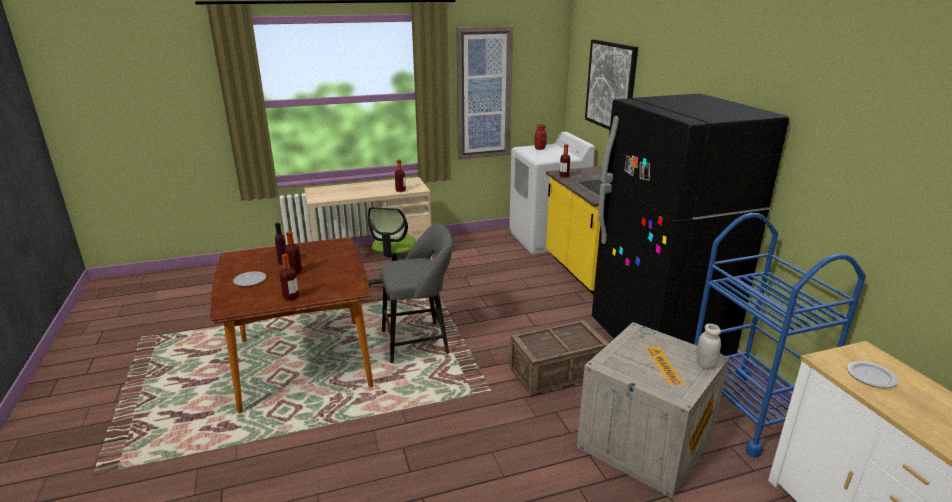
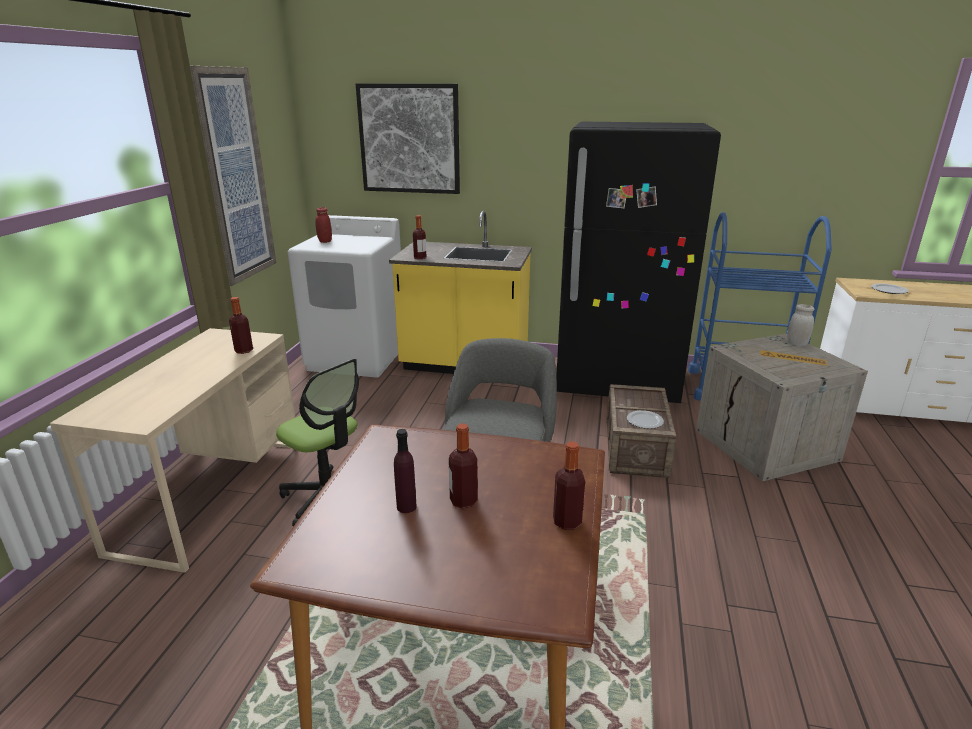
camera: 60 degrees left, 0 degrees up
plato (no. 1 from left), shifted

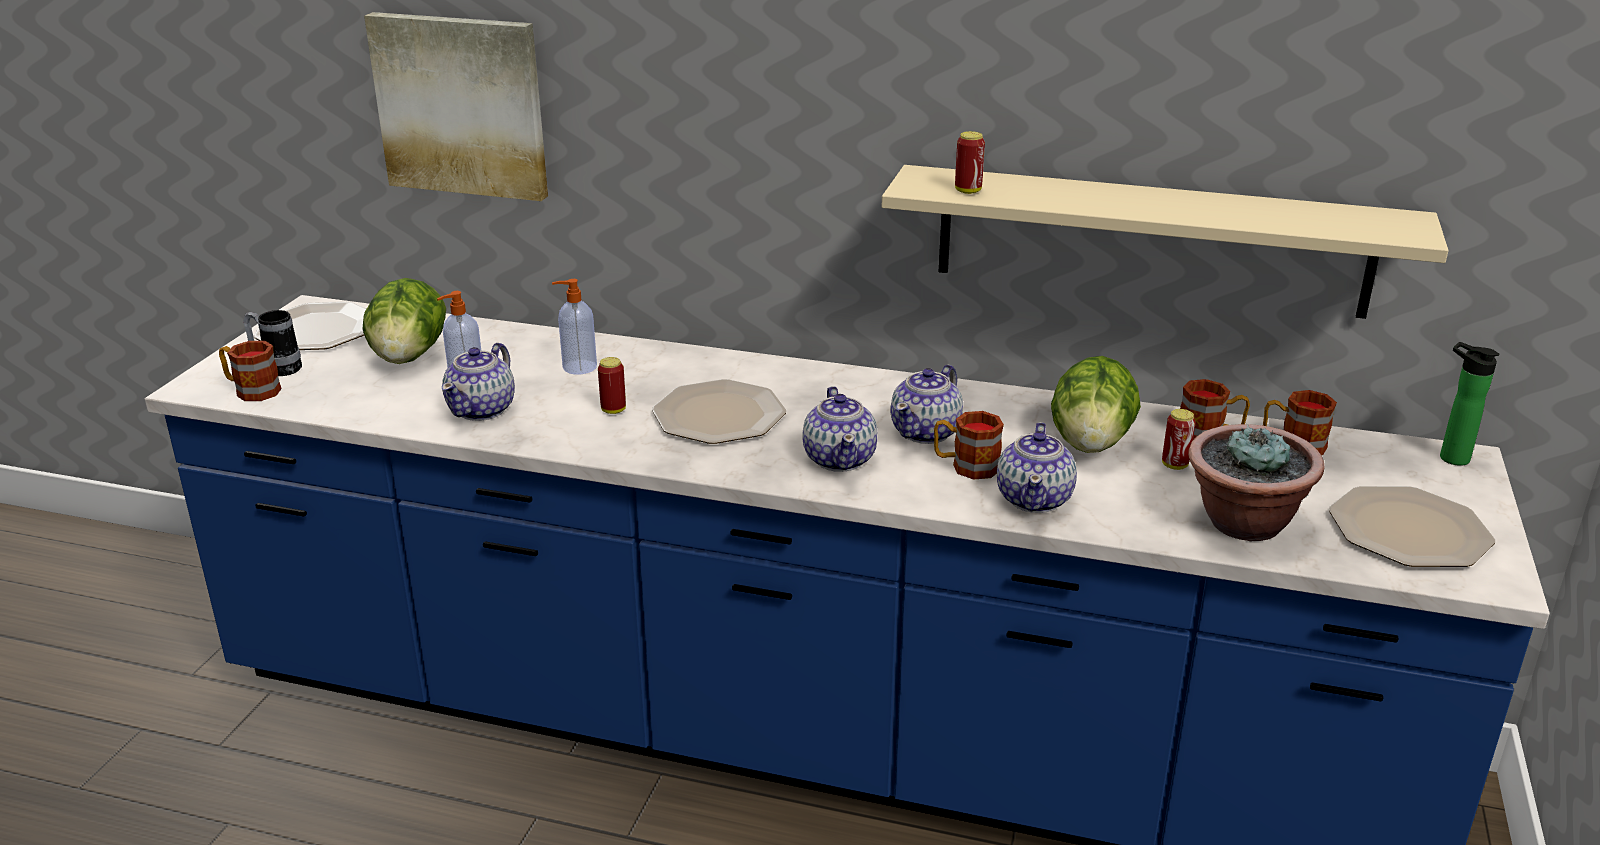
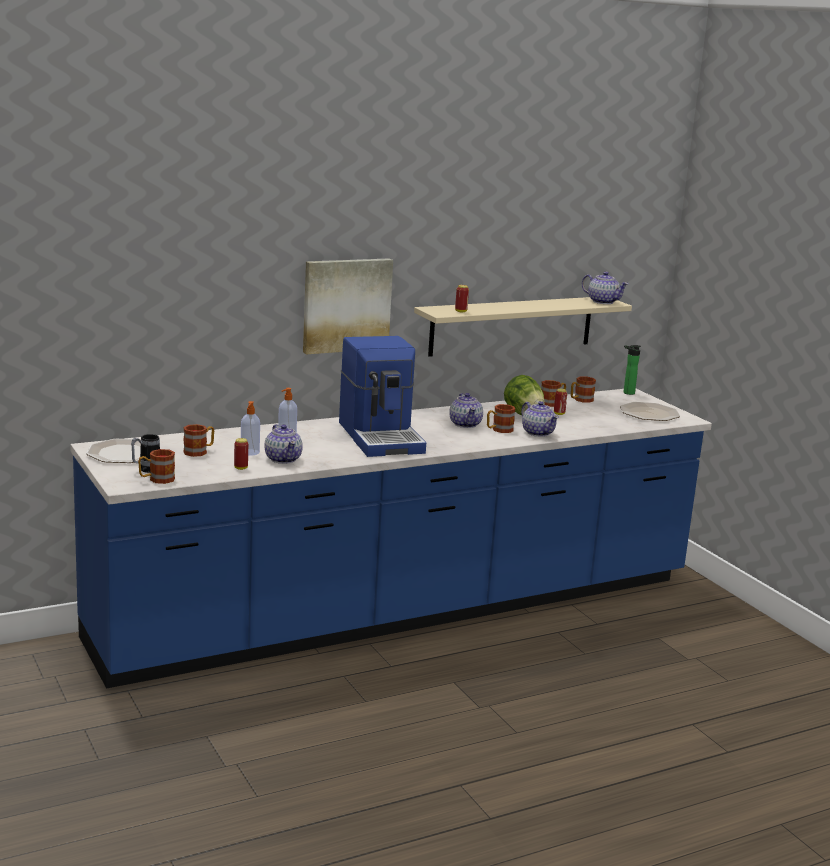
camera: 45 degrees left, 10 degrees down
lechuga (no. 1 from left) → taza grande (no. 3 from left)
lata (no. 1 from left), shifted
cuadro, shifted
plato (no. 2 from left) → cafetera
tetera (no. 2 from left in the first image) → tetera (no. 4 from left), shifted
planta en maceta → -

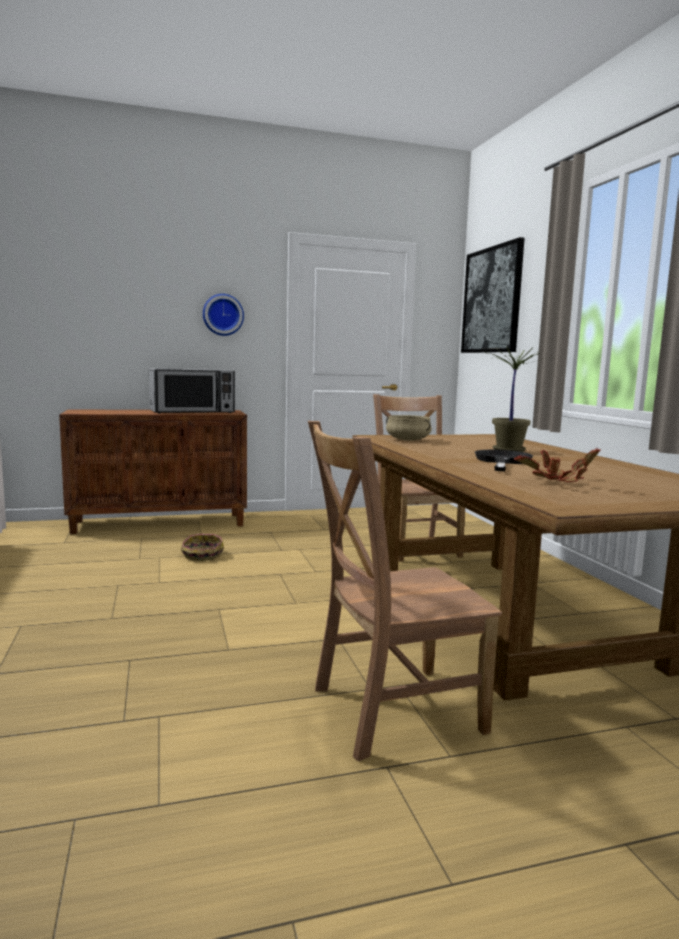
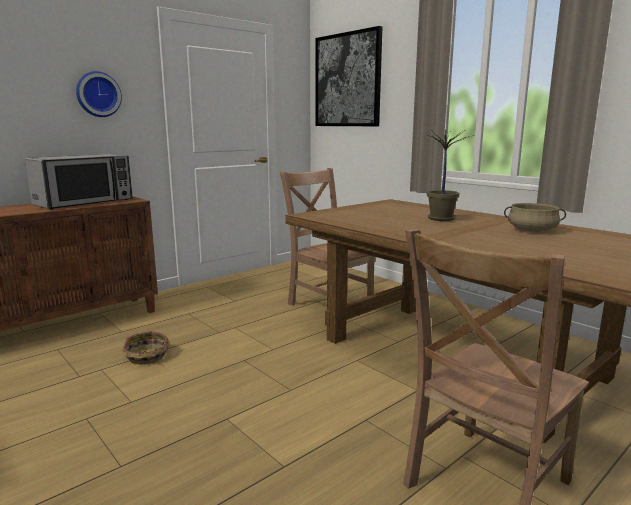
camera: 25 degrees left, 5 degrees up
olla/beis, shifted
sartén/negro → -
planta en maceta (no. 2 from left) → -

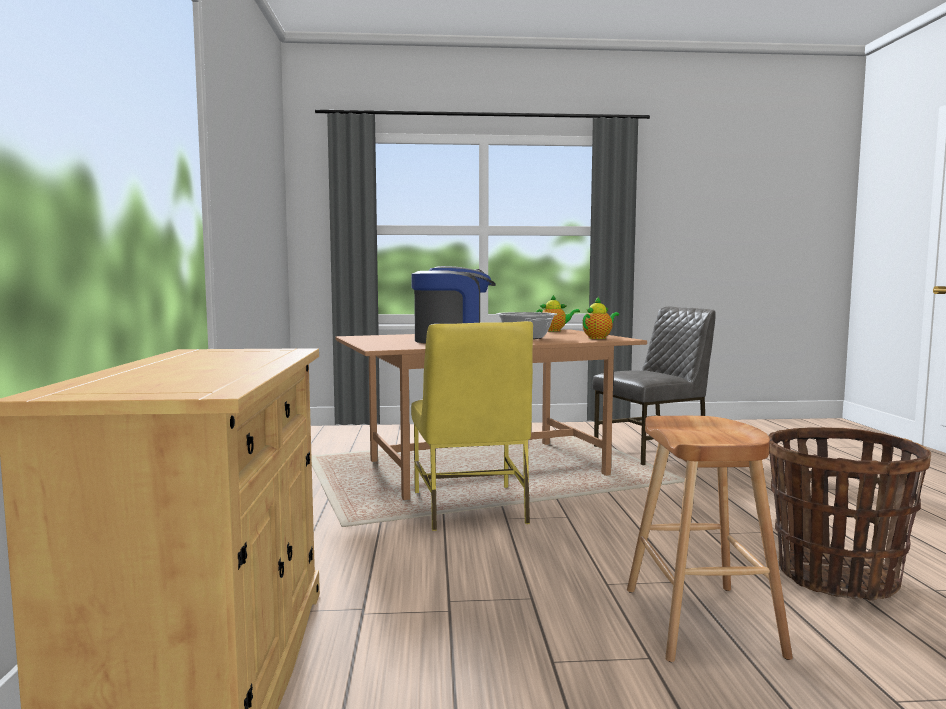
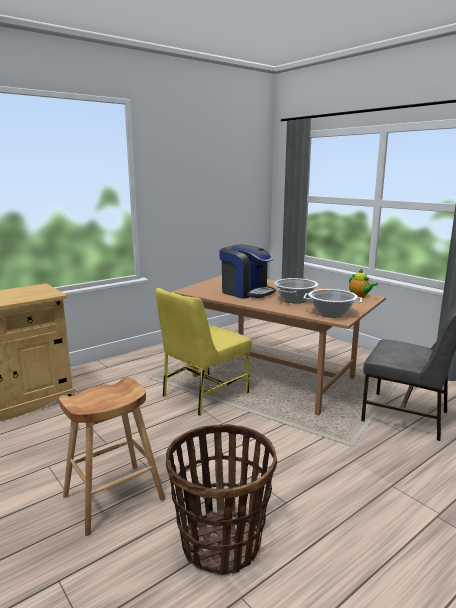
camera: 55 degrees right, 10 degrees up
tetera (no. 2 from left) → olla (no. 2 from left)

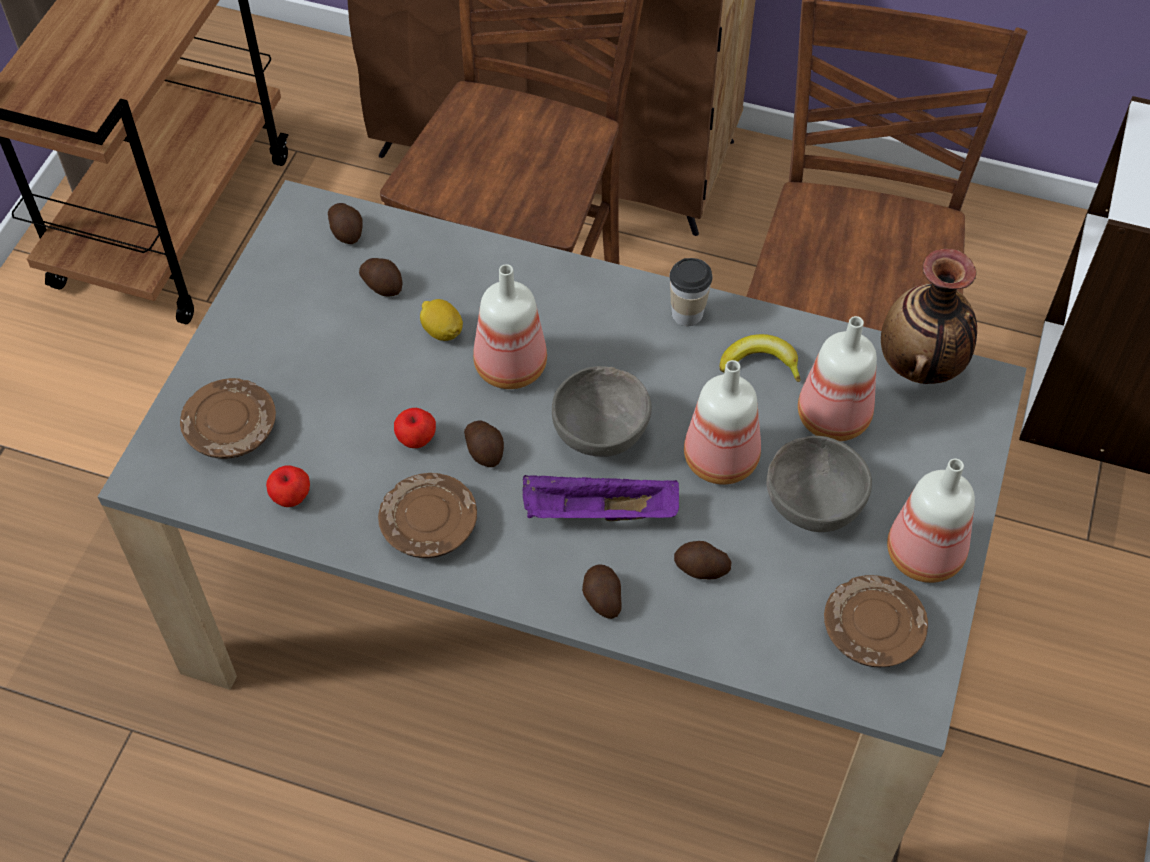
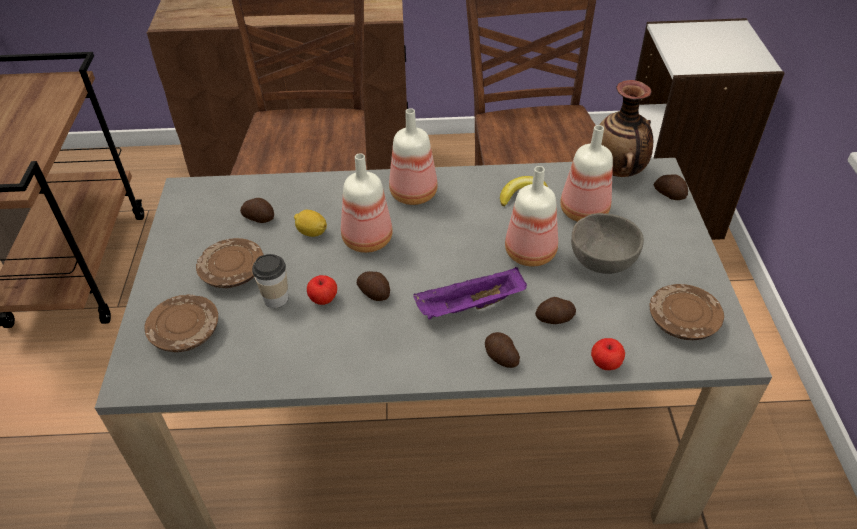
camera: 20 degrees left, 10 degrees down
plato/marrón (no. 2 from left), shifted
taza, shifted
botella (no. 4 from left in the first image) → botella (no. 2 from left), shifted
manzana (no. 1 from left in the first image) → manzana (no. 2 from left), shifted
patata (no. 1 from left in the first image) → patata (no. 5 from left), shifted
cuenco/gris (no. 1 from left) → -

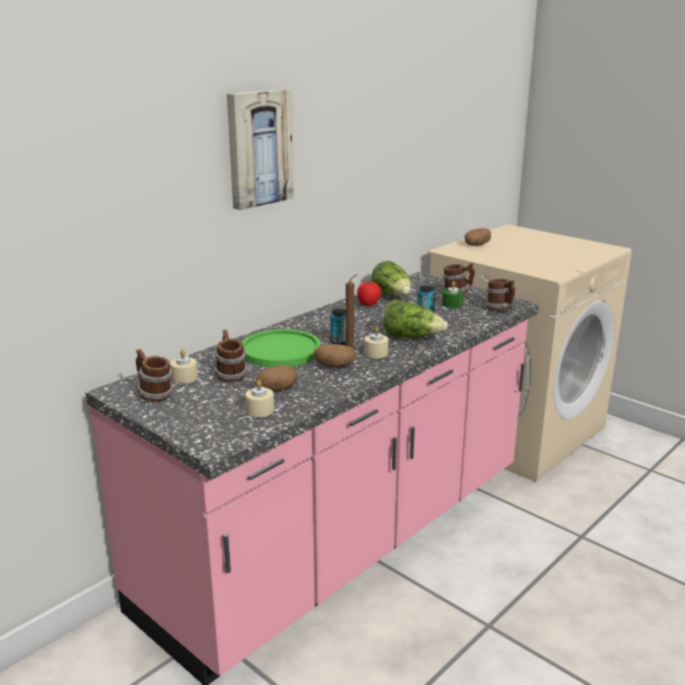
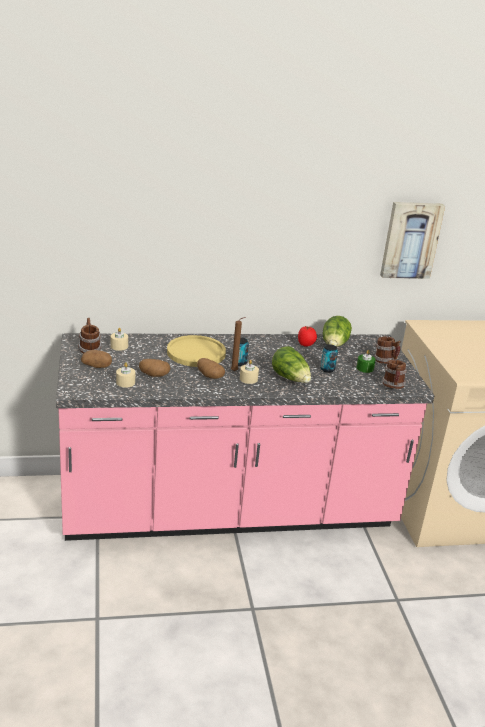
camera: 35 degrees right, 5 degrees up
patata (no. 3 from left in the first image) → patata (no. 1 from left), shifted
plato/verde → plato/amarillo
cuadro, shifted
taza grande (no. 2 from left) → -

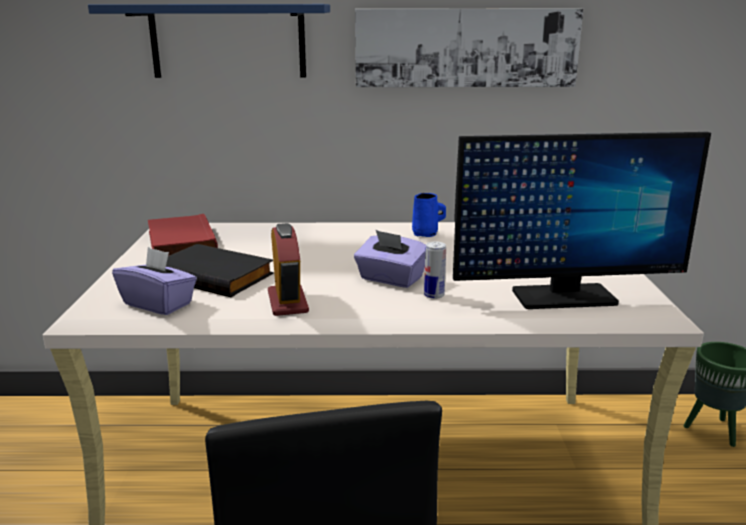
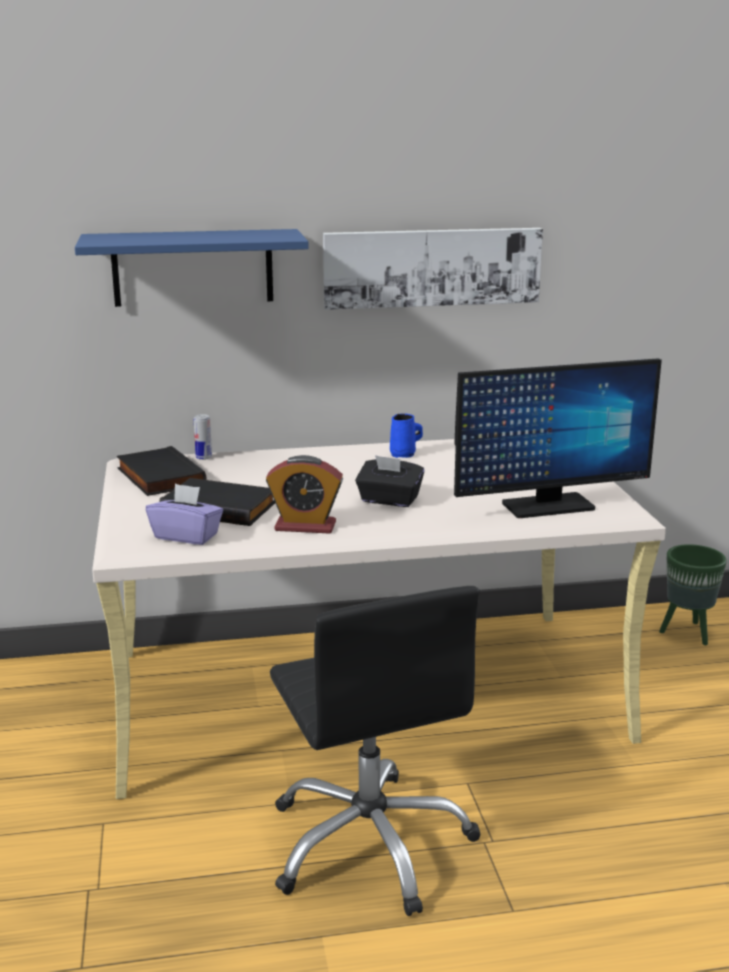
camera: 10 degrees left, 0 degrees up
libro/rojo → libro/negro (no. 1 from left)
lata, shifted
despertador, 120 degrees clockwise
caja de pañuelos/morado (no. 2 from left) → caja de pañuelos/negro

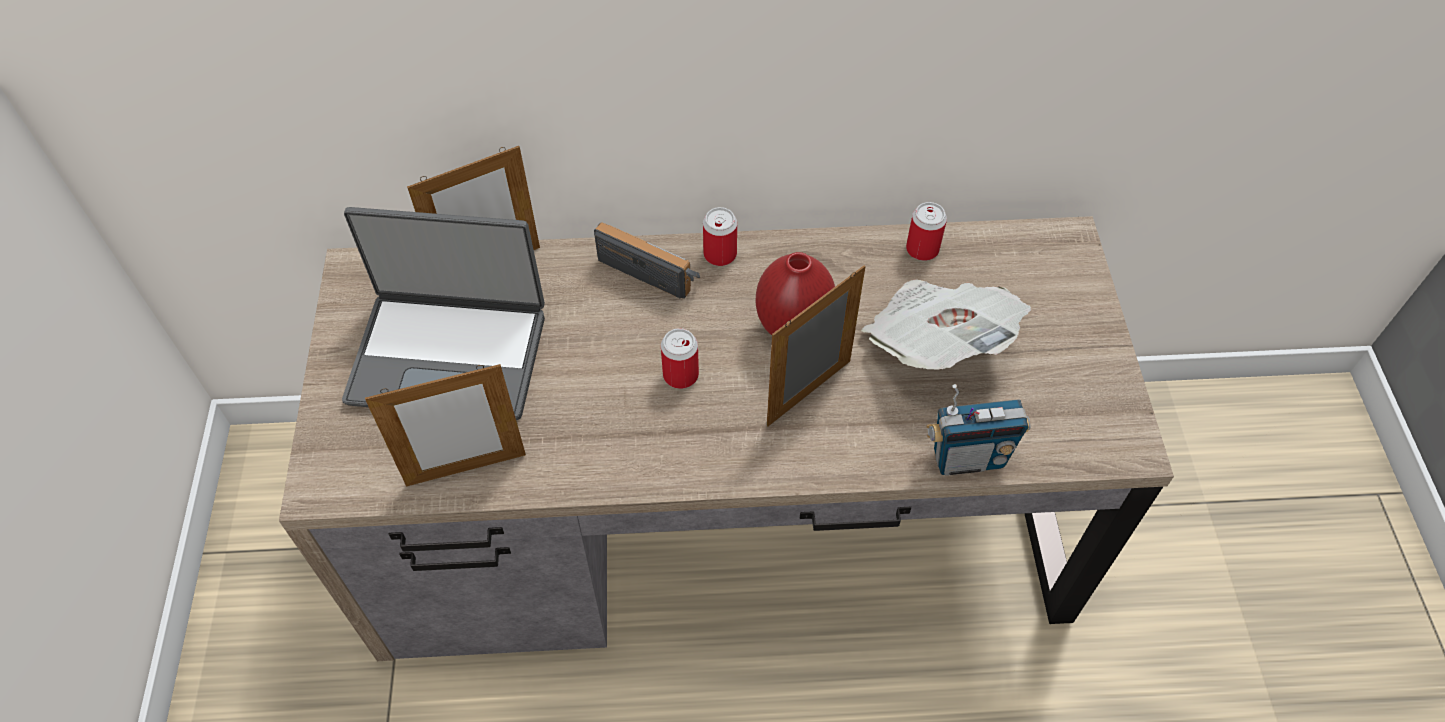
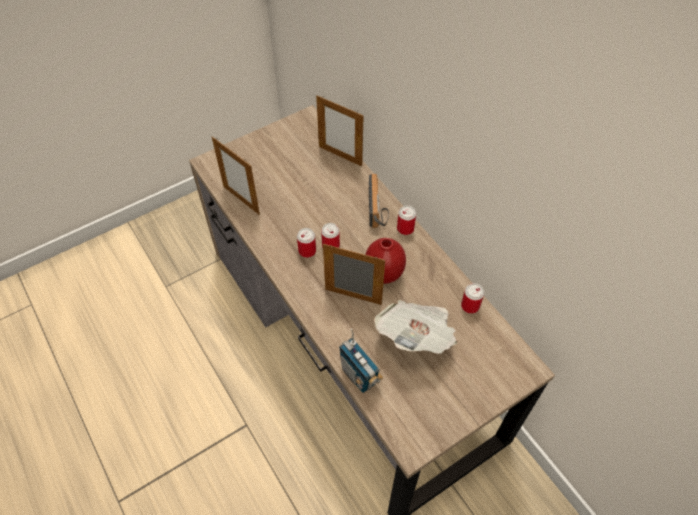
camera: 60 degrees right, 0 degrees up
- → lata (no. 1 from left)
portátil → -

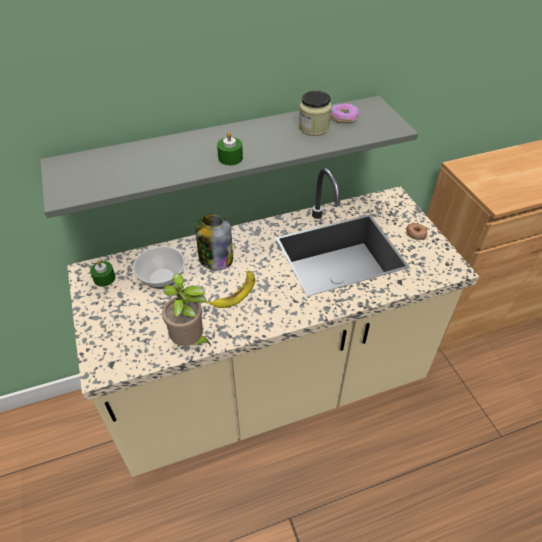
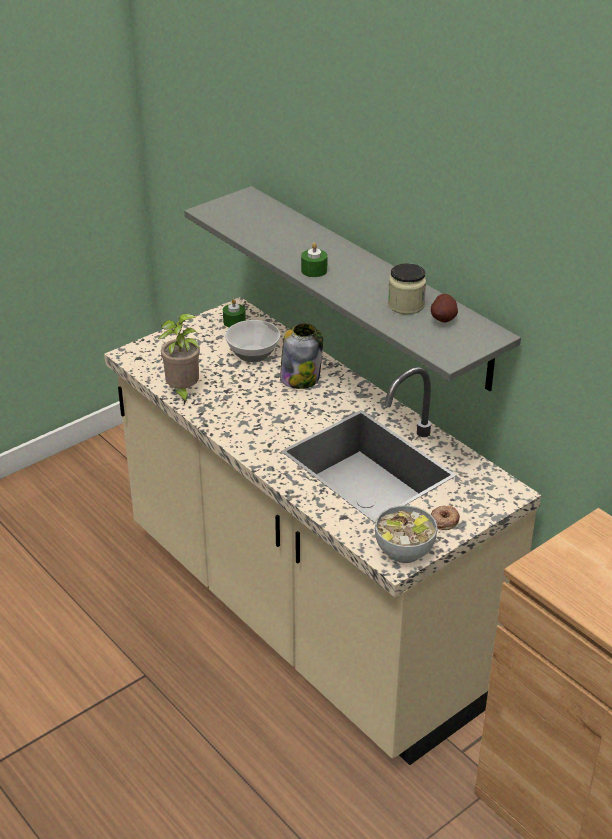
camera: 70 degrees right, 10 degrees down
- → cuenco (no. 2 from left)
rosquilla (no. 1 from left) → patata
plátano → -

